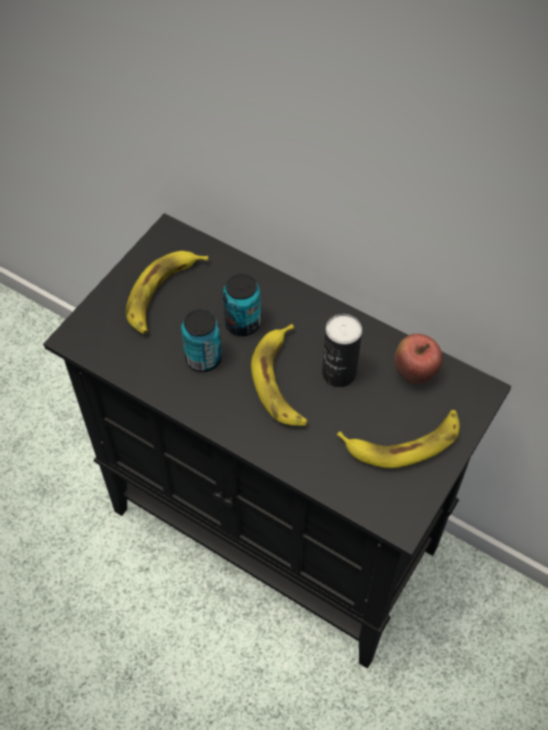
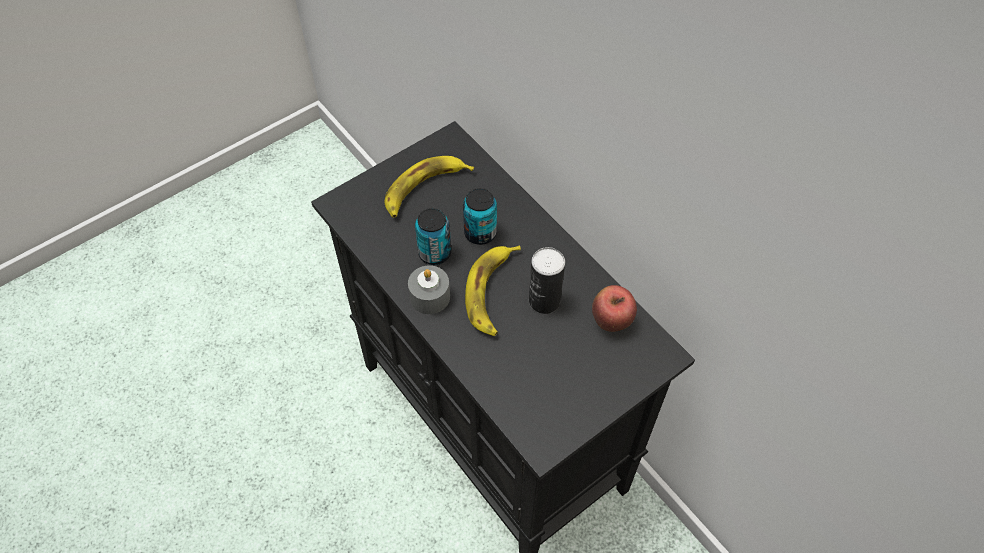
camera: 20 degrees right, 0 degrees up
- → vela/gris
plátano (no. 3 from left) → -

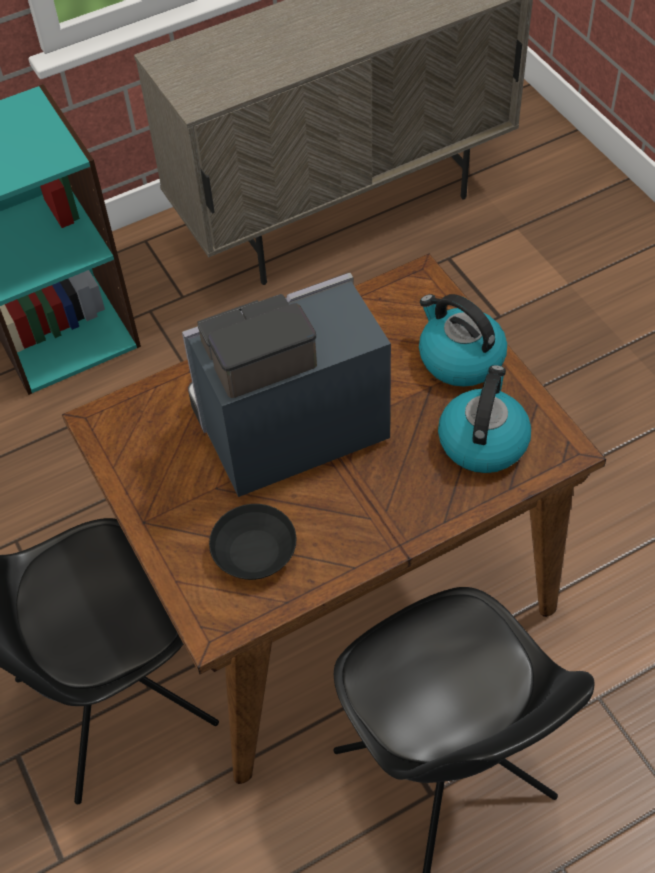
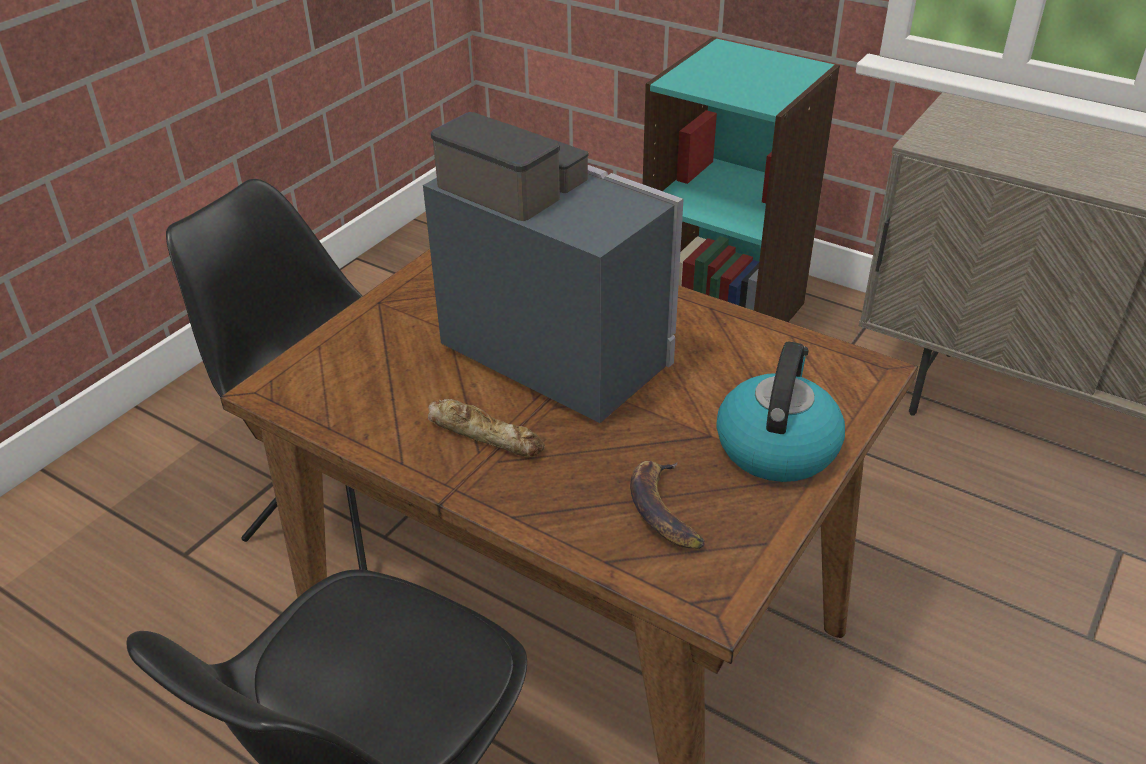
camera: 60 degrees right, 15 degrees down
- → pan
hervidor (no. 2 from left) → plátano
cuenco/negro → -

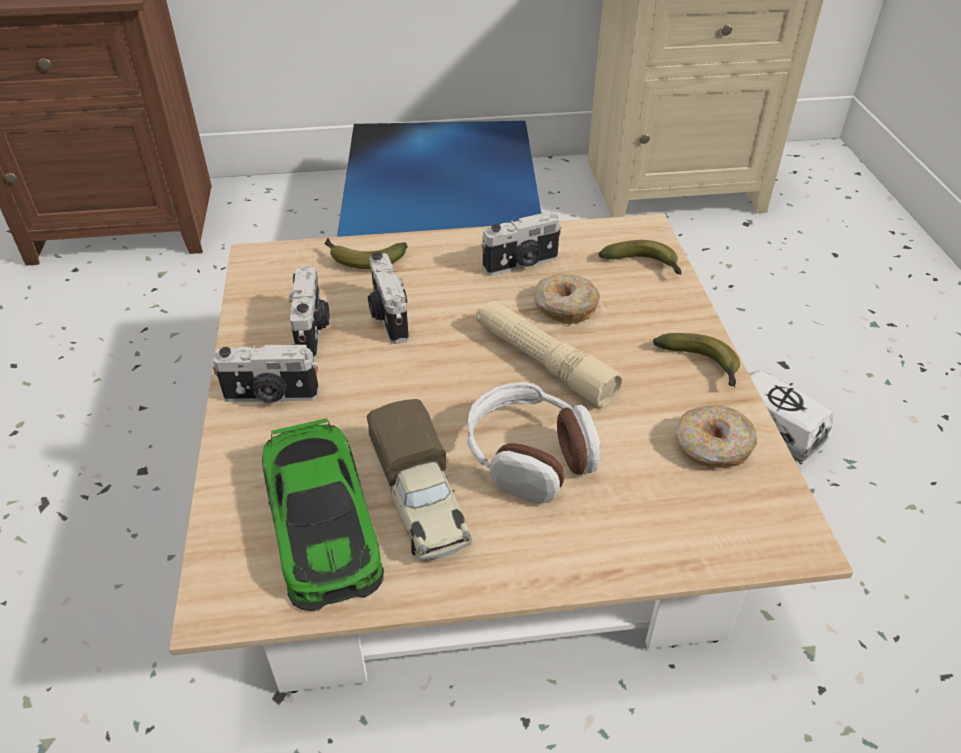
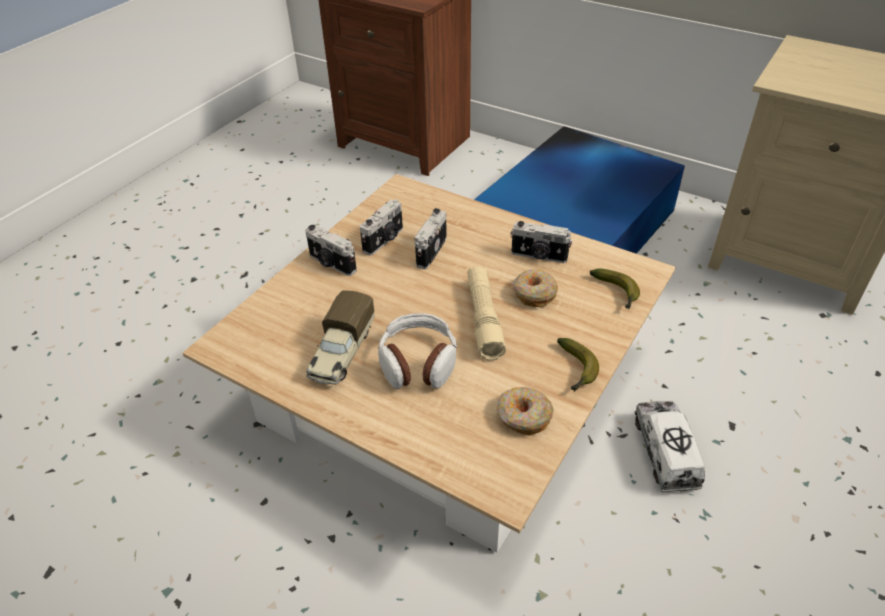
camera: 40 degrees right, 0 degrees up
coche de juguete → -
plátano (no. 1 from left) → -

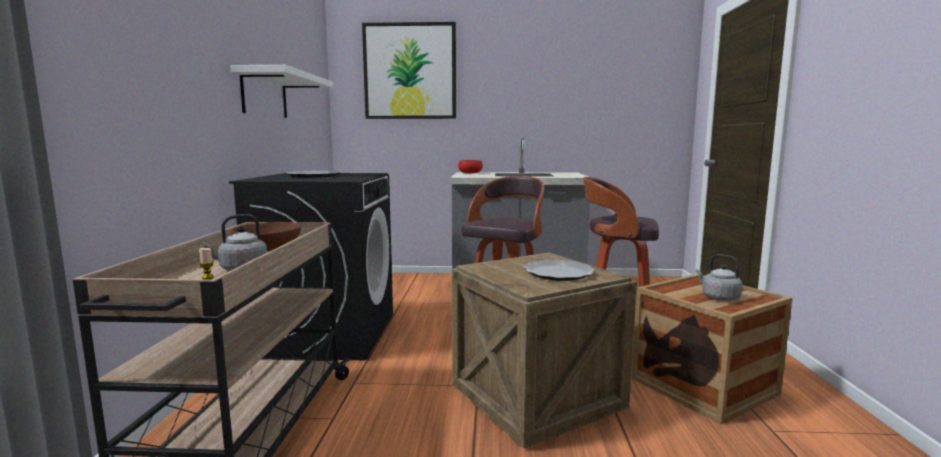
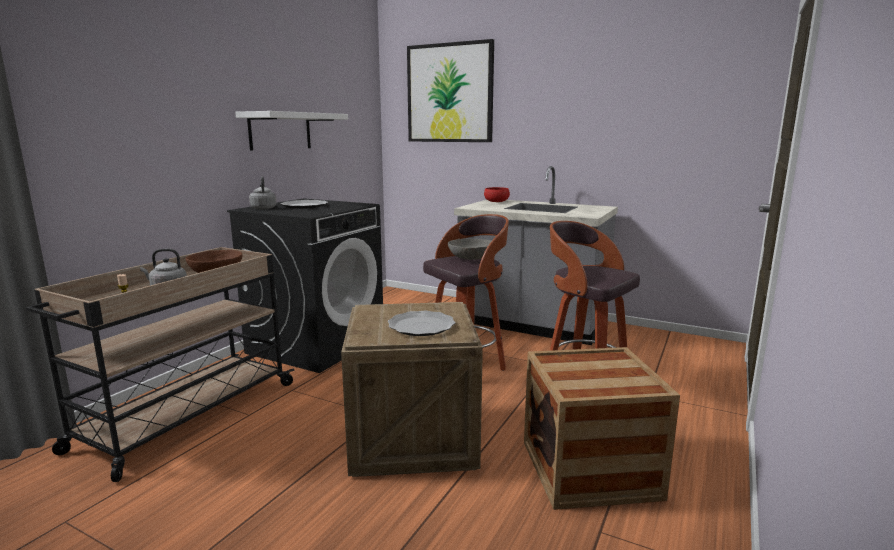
camera: 25 degrees right, 5 degrees up
hervidor/gris (no. 2 from left), shifted
- → cuenco/gris

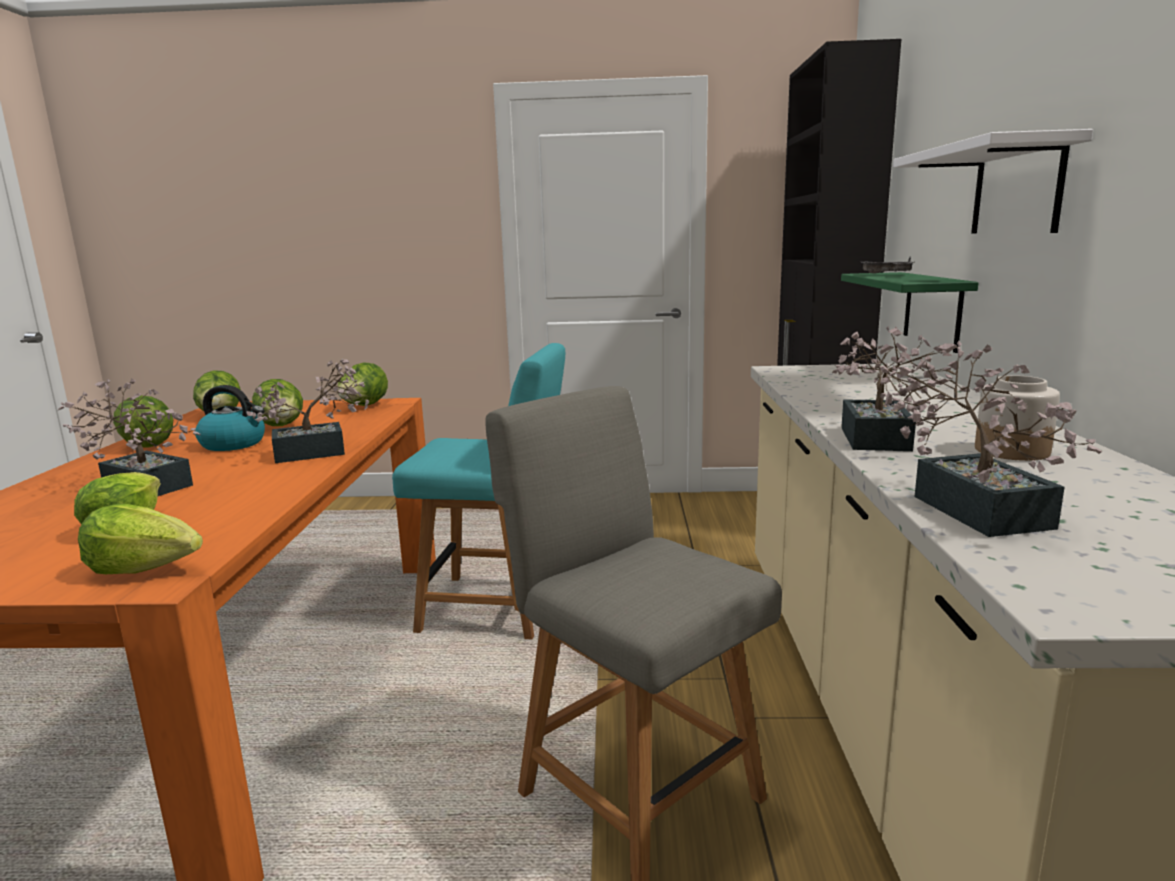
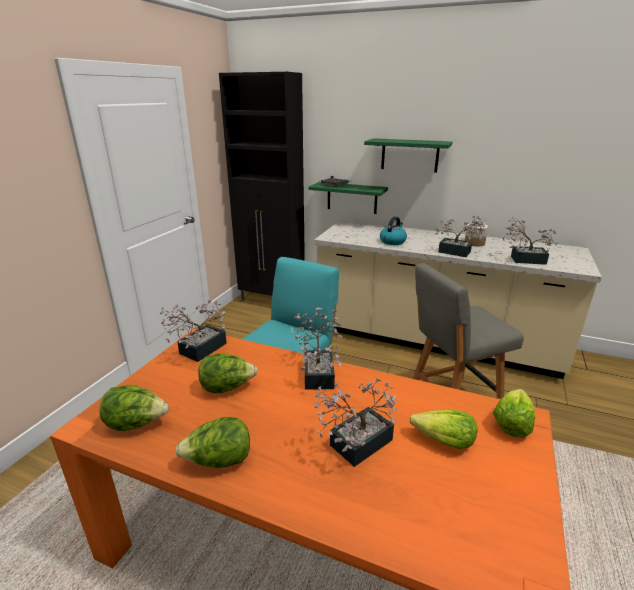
camera: 70 degrees left, 10 degrees up
lechuga (no. 6 from left) → planta en maceta (no. 1 from left)
estante/blanco → estante/verde (no. 2 from left)
hervidor, shifted

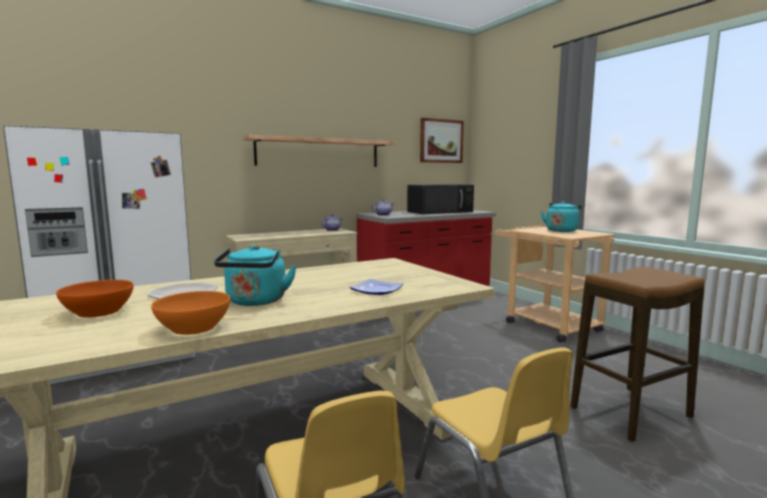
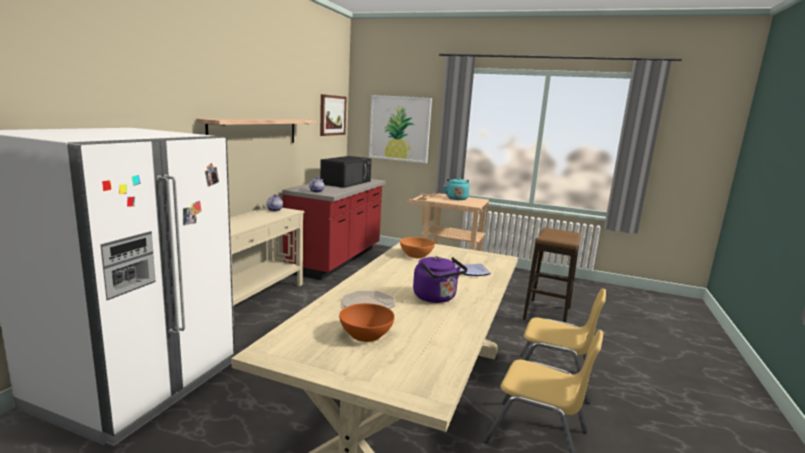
camera: 40 degrees left, 5 degrees up
- → cuadro (no. 2 from left)
cuenco/naranja (no. 2 from left), shifted
hervidor/turquesa (no. 1 from left) → hervidor/morado

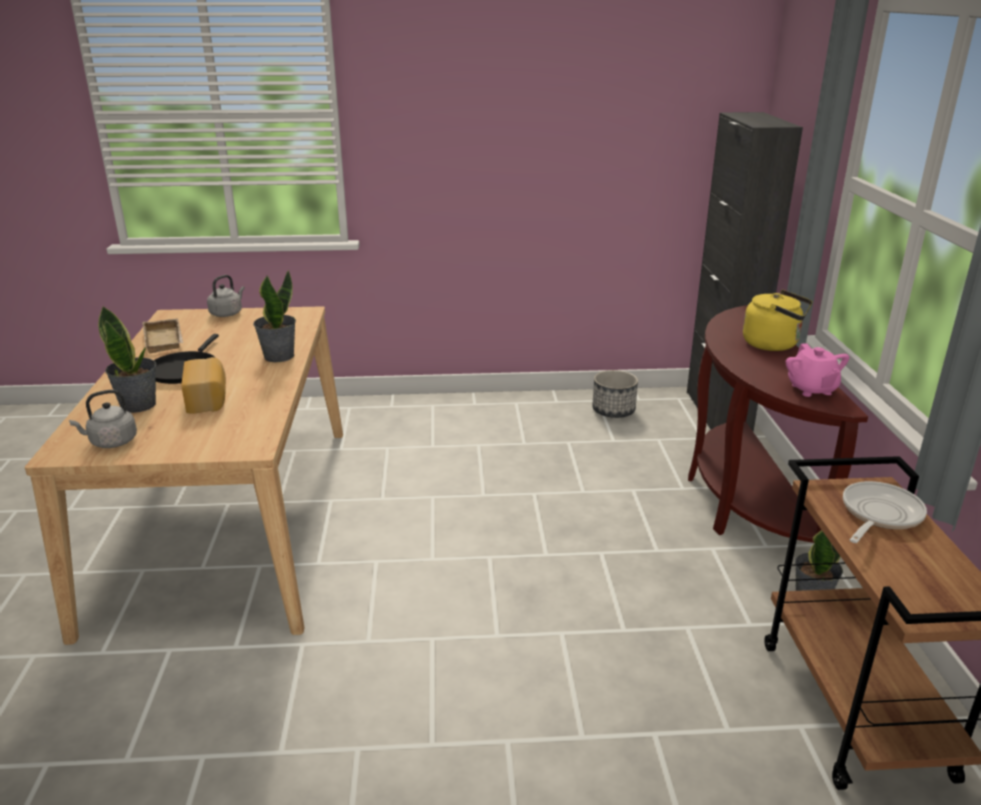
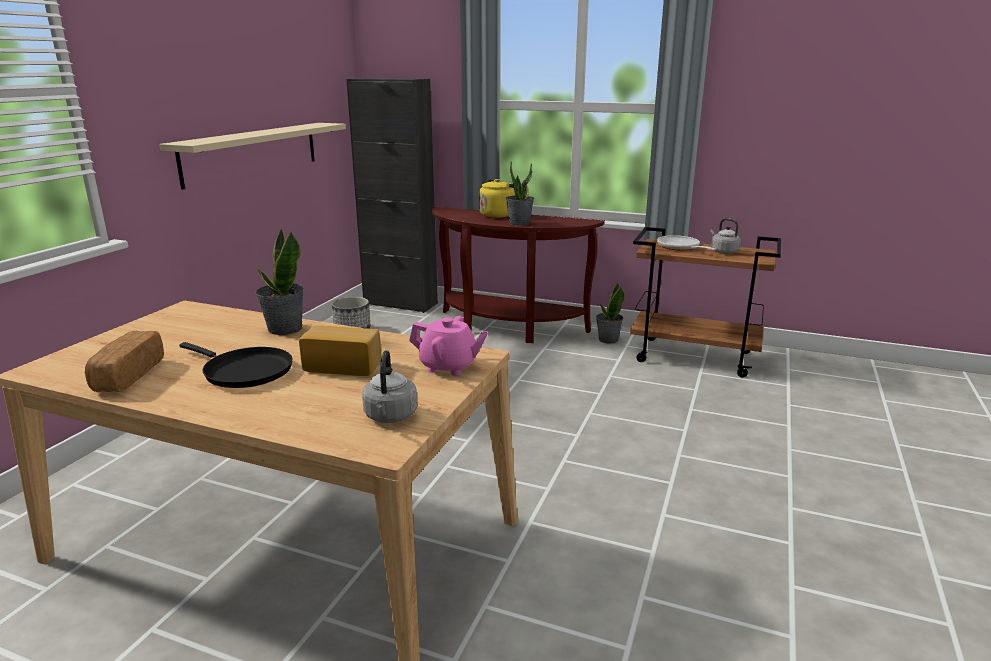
camera: 65 degrees left, 5 degrees down
bandeja/beis → pan (no. 1 from left)
- → estante/beis
tetera/rosa, shifted
planta en maceta (no. 1 from left in the first image) → planta en maceta (no. 2 from left), shifted
hervidor/gris (no. 2 from left), shifted

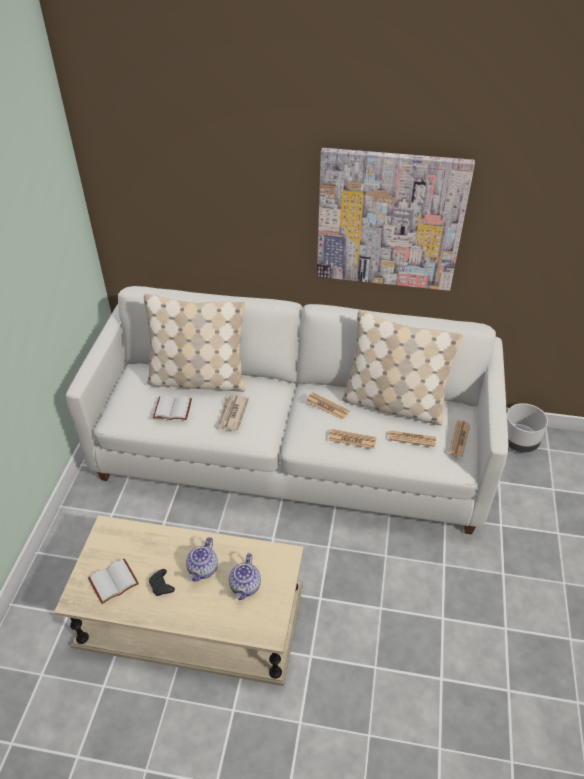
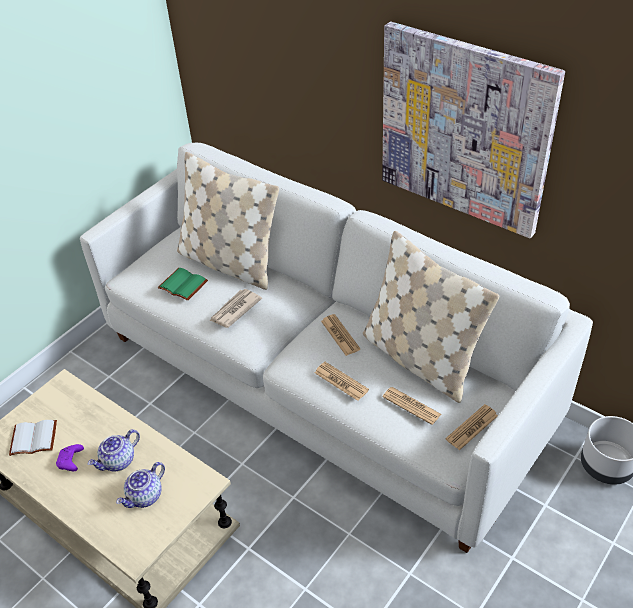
camera: 30 degrees right, 0 degrees up
mando de consola/negro → mando de consola/morado
libro/blanco (no. 2 from left) → libro/verde

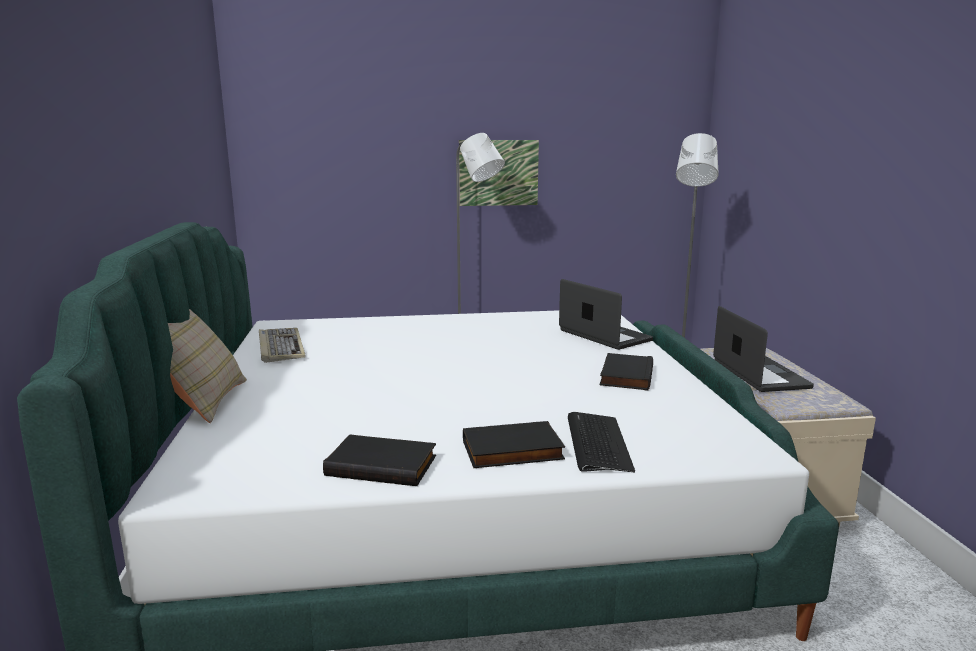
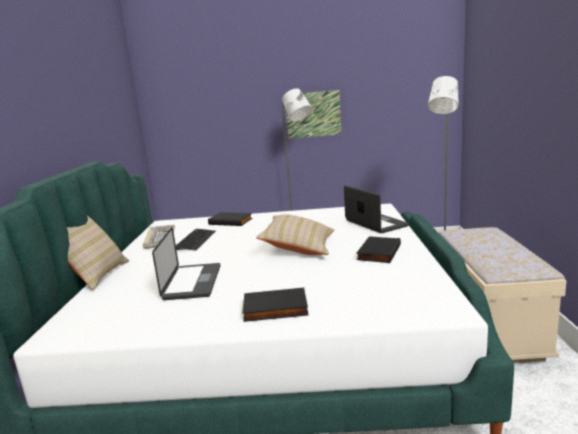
camera: 10 degrees right, 0 degrees up
portátil (no. 2 from left in the first image) → portátil (no. 1 from left), shifted
teclado (no. 2 from left), shifted
libro/negro (no. 1 from left), shifted
- → cojín/beis (no. 2 from left)

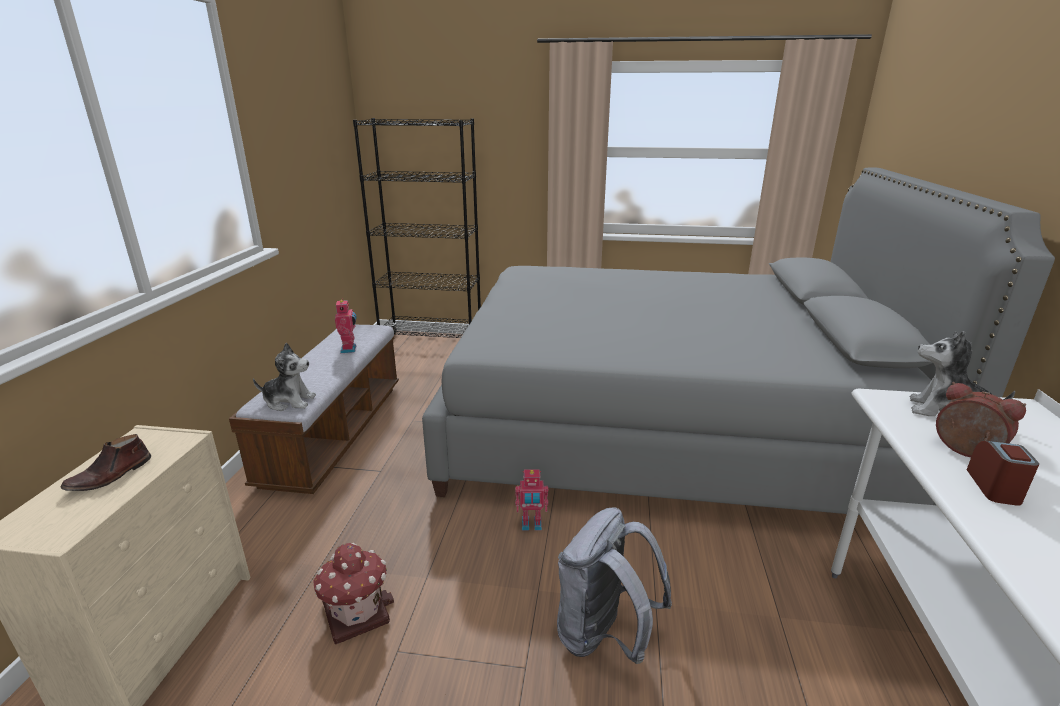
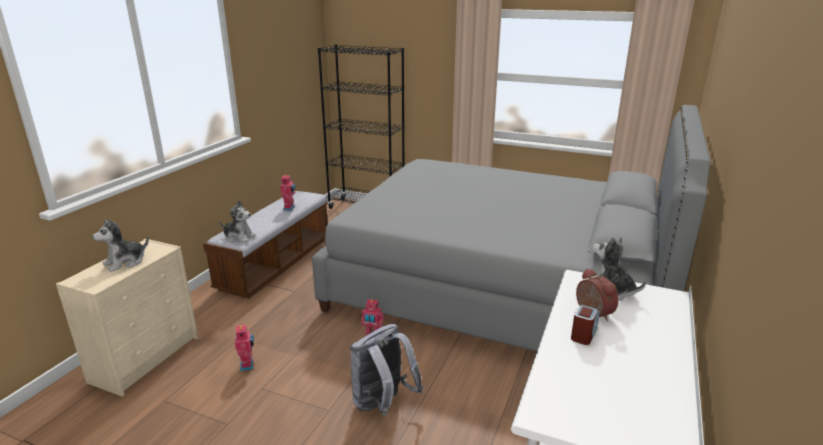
camera: 15 degrees right, 0 degrees up
zapato/marrón → peluche (no. 1 from left)
casita → robot de juguete (no. 1 from left)

